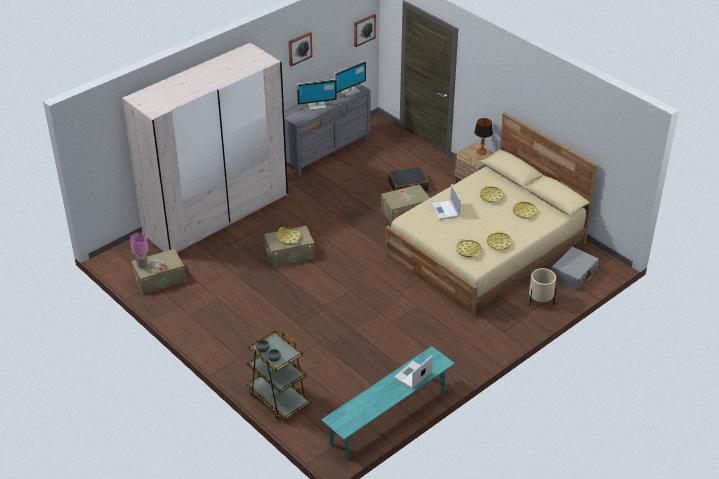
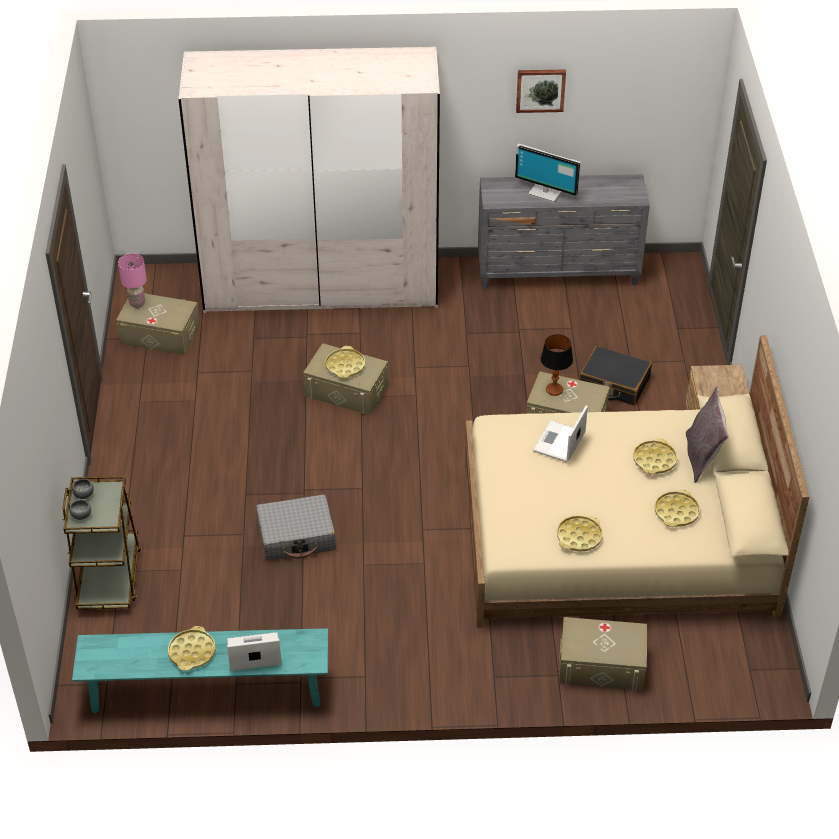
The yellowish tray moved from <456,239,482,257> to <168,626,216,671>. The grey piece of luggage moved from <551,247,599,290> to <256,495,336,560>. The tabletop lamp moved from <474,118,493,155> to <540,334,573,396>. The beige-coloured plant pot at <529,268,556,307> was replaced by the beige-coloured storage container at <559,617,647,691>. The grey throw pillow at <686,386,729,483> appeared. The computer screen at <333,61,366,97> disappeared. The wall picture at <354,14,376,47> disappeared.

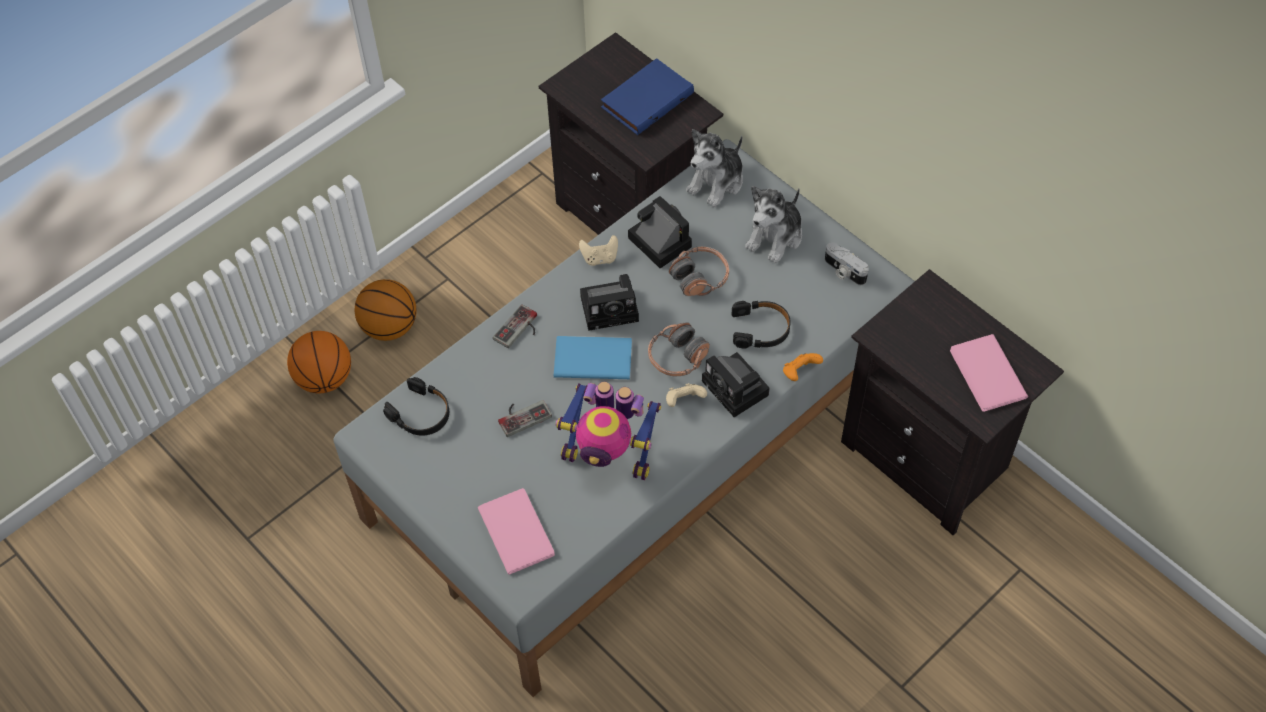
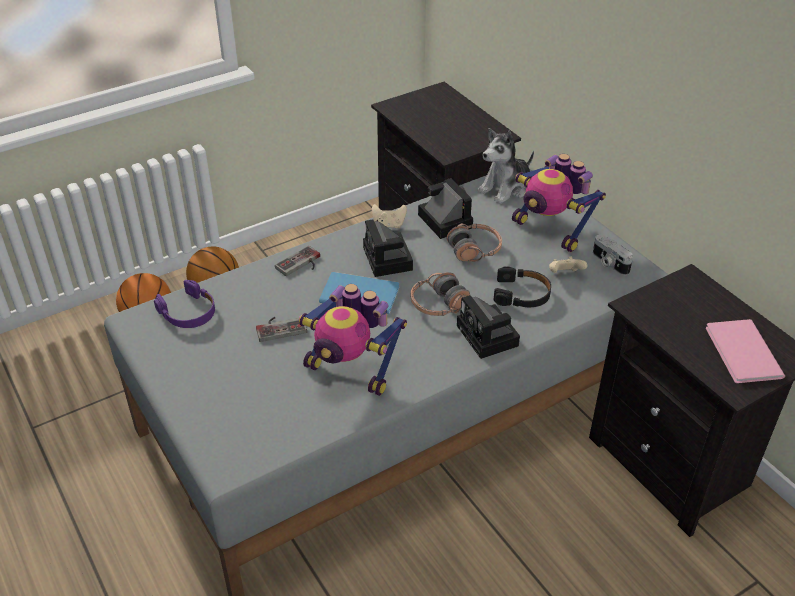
The black-coloured headset at <383,377,449,436> became the purple headset at <154,280,215,328>. The still camera at <580,274,639,331> turned 75 degrees clockwise. The cuddly toy at <745,186,802,263> was replaced by the toy robot at <512,154,606,252>. The beige-coloured joypad moved from <666,383,707,407> to <549,257,587,273>. The pink-coloured bound book at <478,488,555,574> disappeared. The bluish bound book at <601,58,694,135> disappeared. The orangey joypad at <783,353,823,381> disappeared.

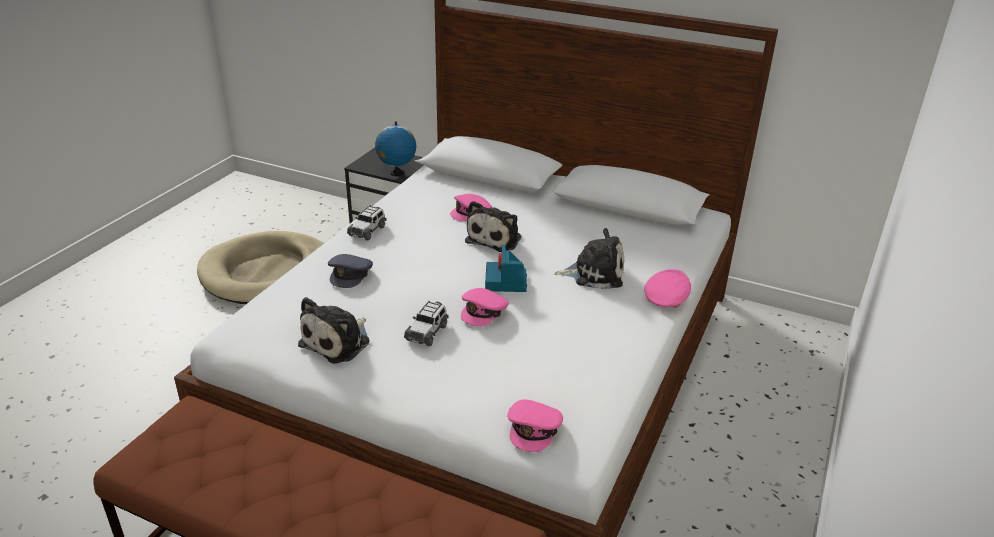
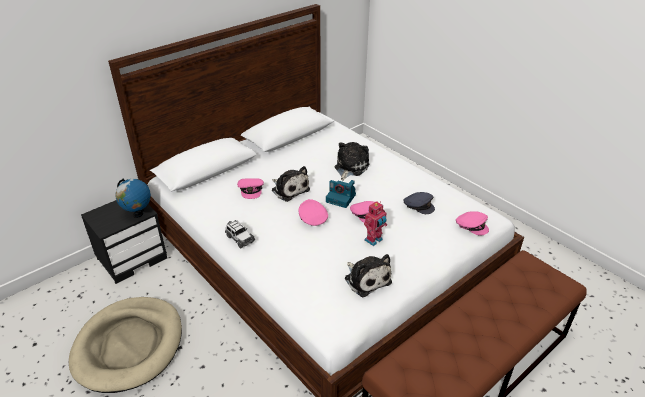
The pink-coloured baseball cap moved from <644,269,691,308> to <299,199,328,226>. The model car at <404,301,448,346> was replaced by the toy robot at <364,201,387,246>. The grey baseball cap moved from <328,254,373,288> to <403,192,435,214>.

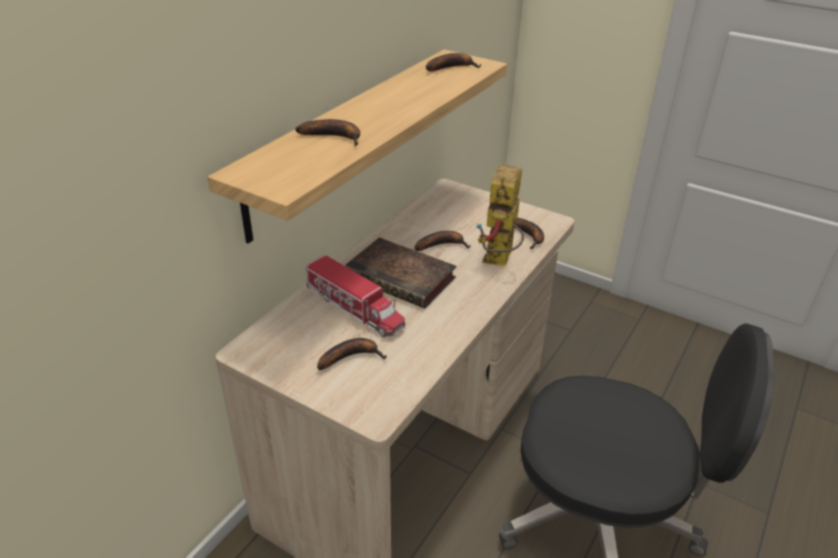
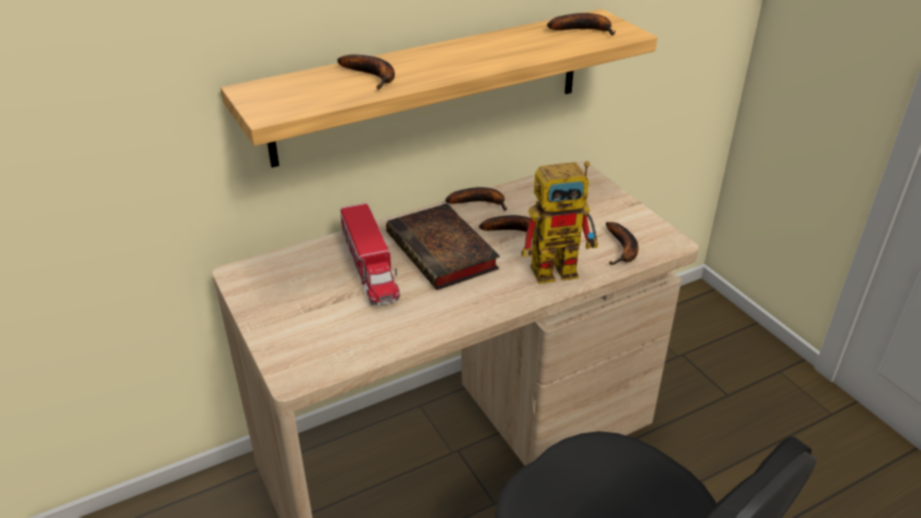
The whole banana moved from <317,338,387,370> to <445,187,507,211>. The toy robot at <477,164,524,267> turned 150 degrees counterclockwise.

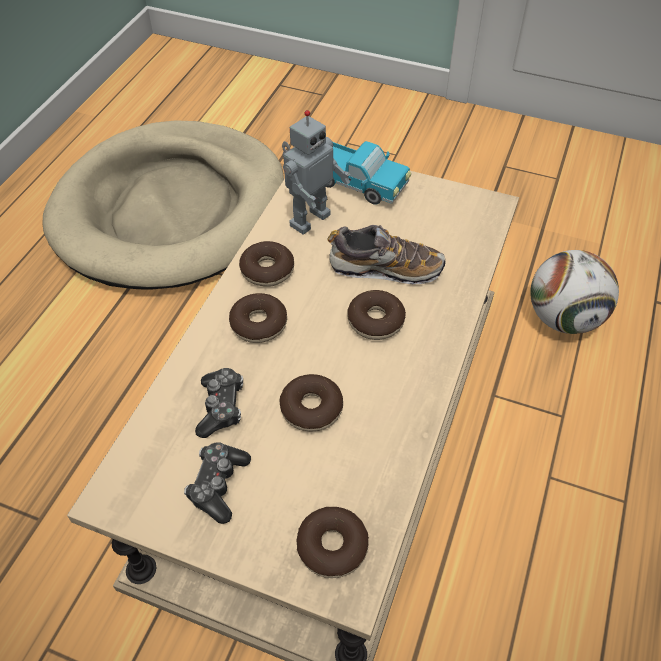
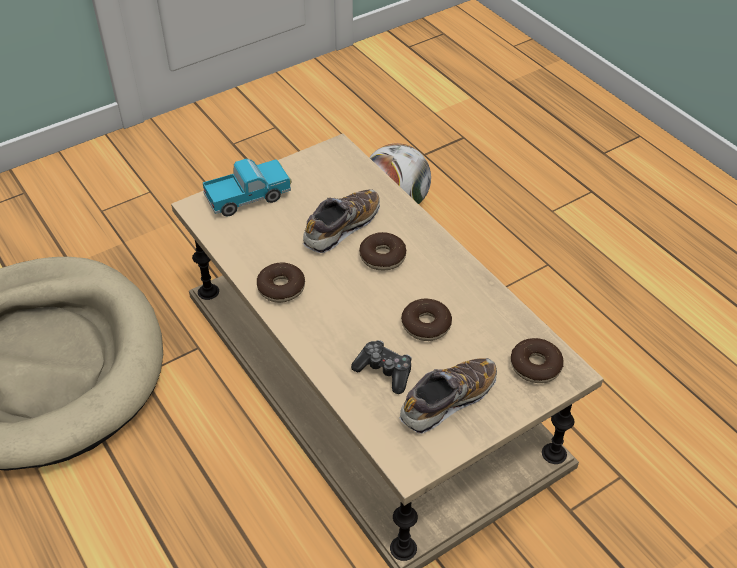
The joypad at <184,442,251,524> was replaced by the low shoe at <399,358,497,434>. The ring doughnut at <229,293,287,343> disappeared. The toy robot at <282,110,350,235> disappeared.

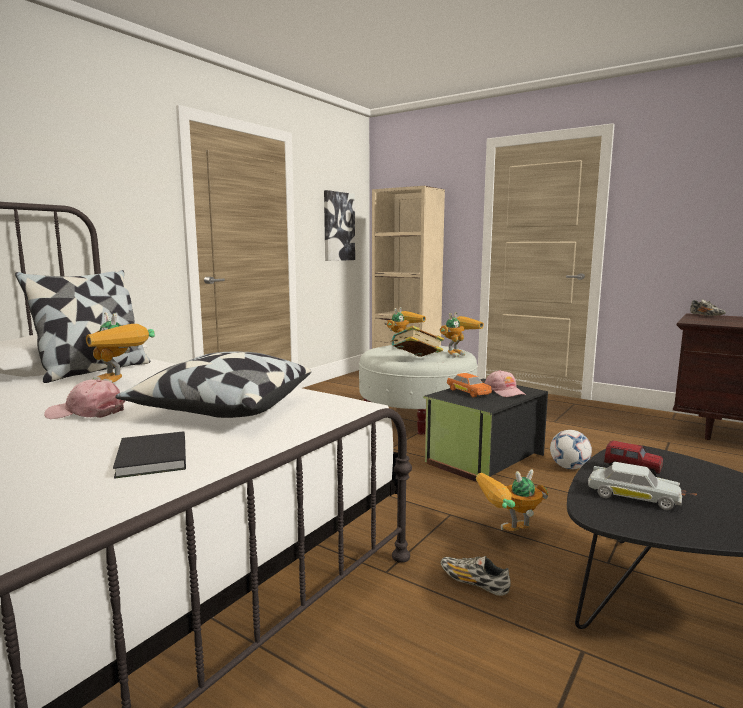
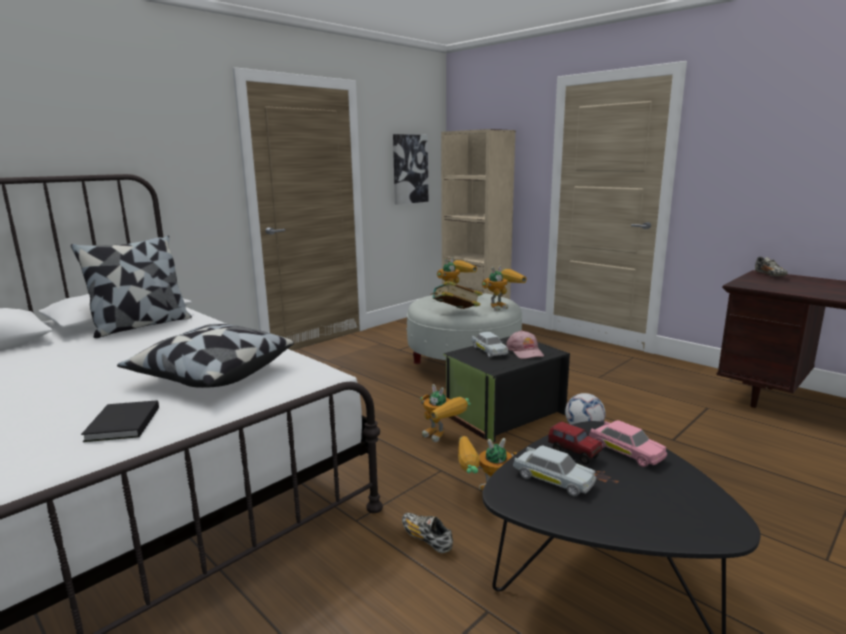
The toy robot moved from <86,312,155,383> to <420,384,471,442>. The orangey model car at <447,373,492,397> became the white model car at <471,332,508,358>. The pink-coloured model car at <589,420,667,467> appeared. The pink-coloured baseball cap at <44,379,125,419> disappeared.

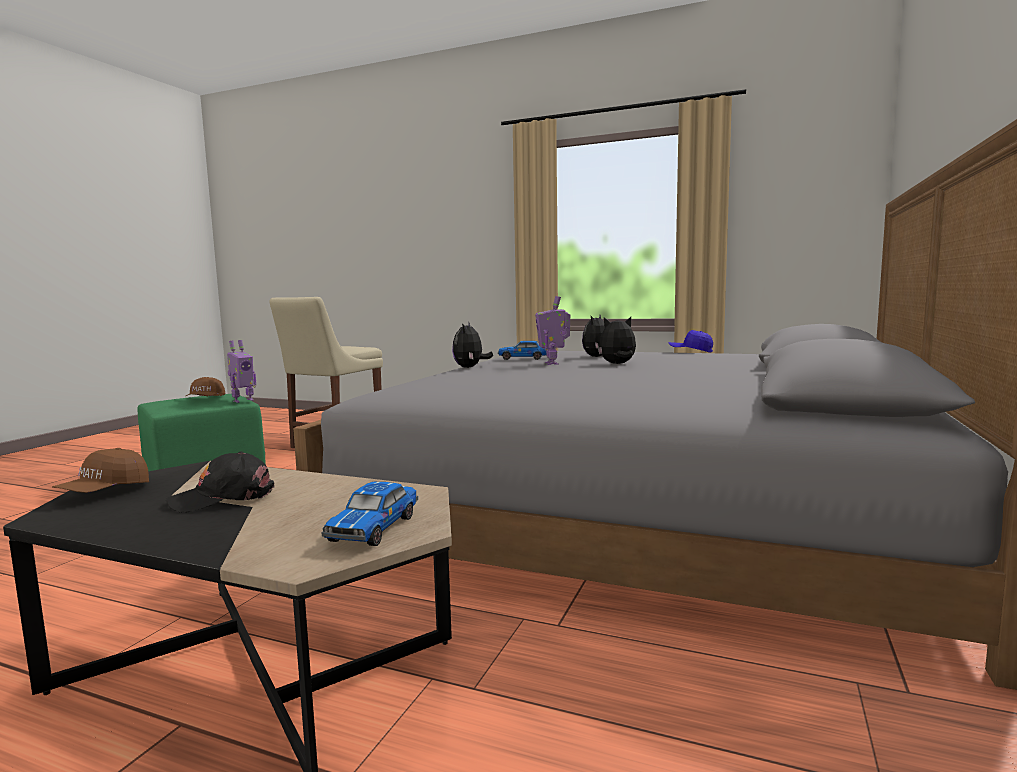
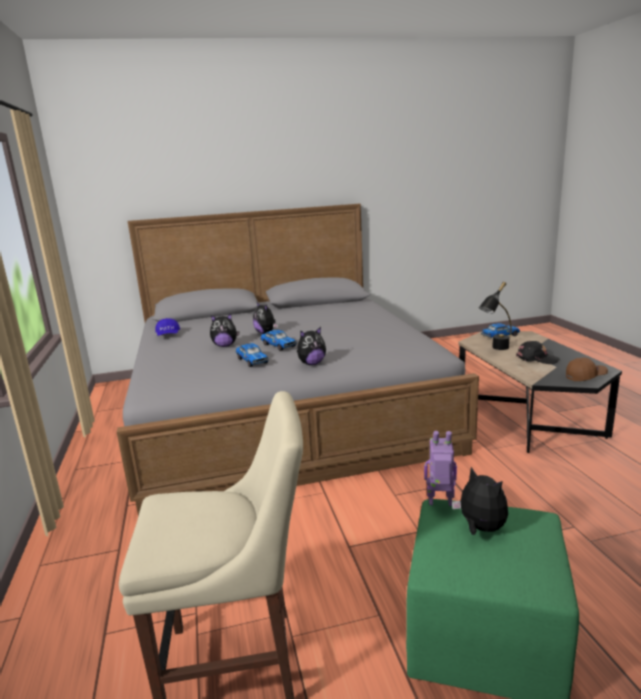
The toy robot at <535,296,570,365> was replaced by the model car at <260,330,297,351>. The brown baseball cap at <185,377,226,397> was replaced by the cuddly toy at <452,467,508,535>. The black-coloured tabletop lamp at <479,282,512,350> appeared.

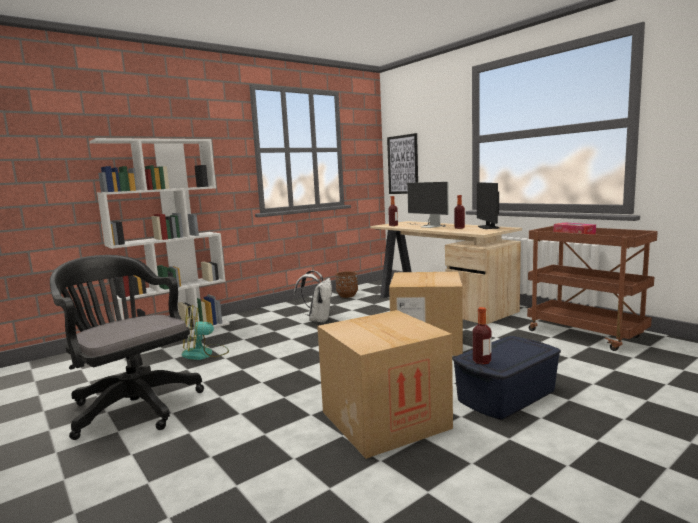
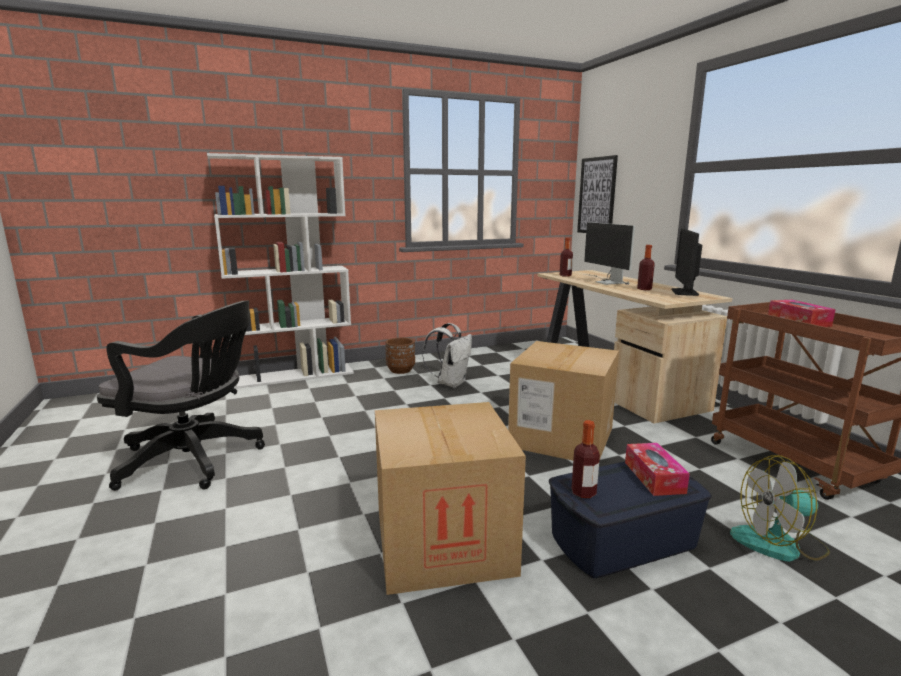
The black-coloured desk chair at <50,255,204,440> turned 135 degrees clockwise. The brown plant pot moved from <335,271,358,298> to <385,337,415,374>. The box of tissues at <625,443,690,496> appeared. The cooling fan moved from <182,305,229,360> to <730,455,830,562>.

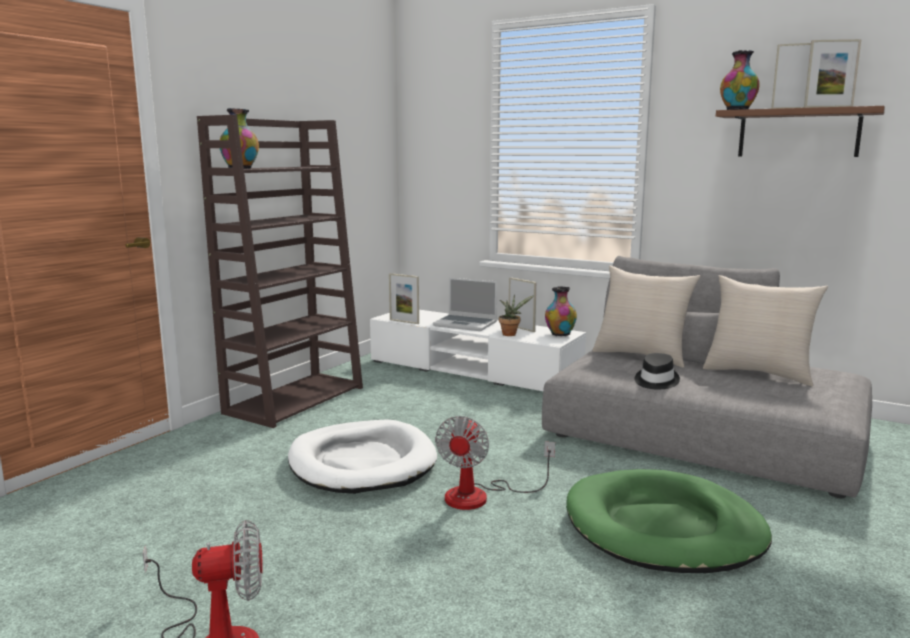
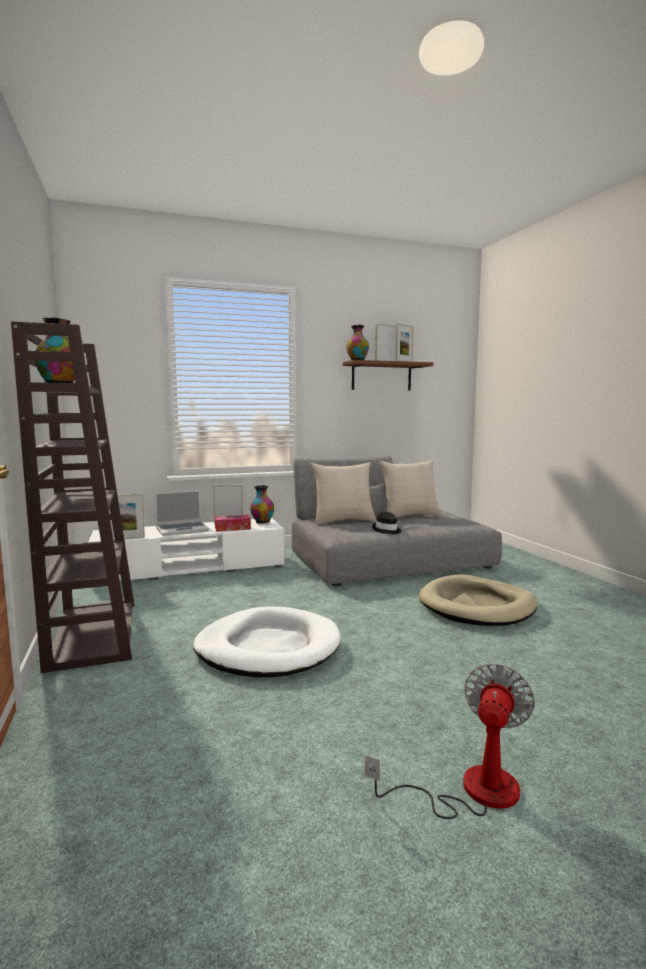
The potted plant at <499,294,535,336> was replaced by the box of tissues at <215,515,251,532>. The green-coloured pet bed at <566,469,772,573> became the beige-coloured pet bed at <419,574,537,626>. The cooling fan at <435,416,555,510> disappeared.

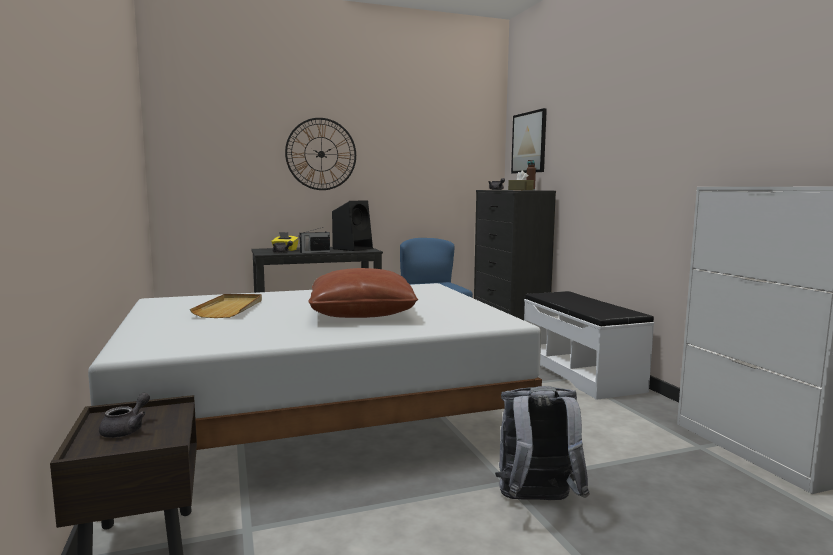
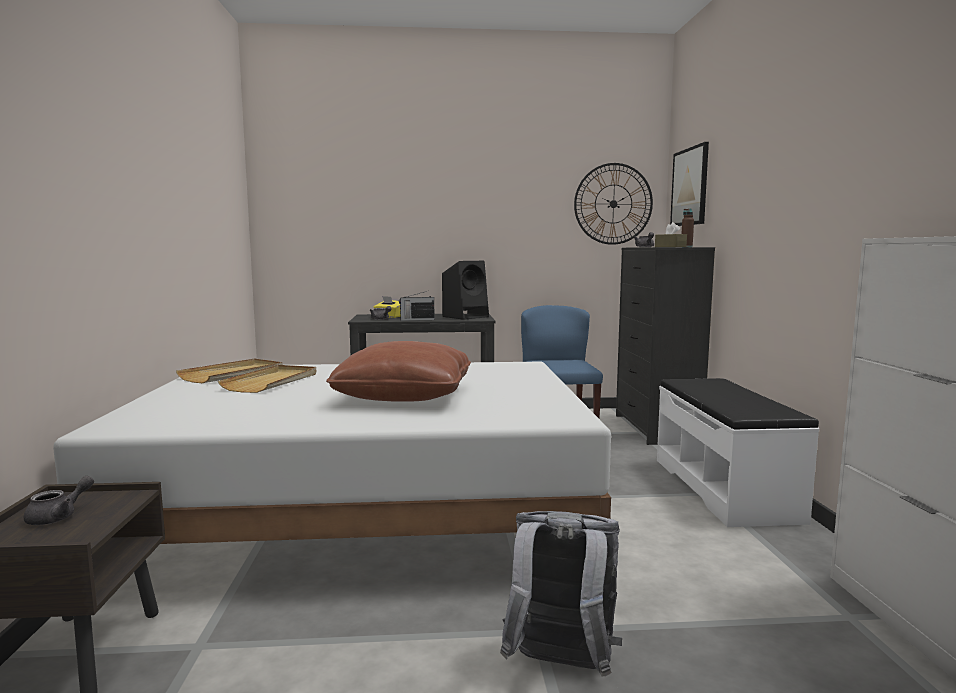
The beige-coloured tray at <176,358,282,383> appeared. The hanging clock moved from <285,118,356,190> to <574,163,653,245>.

